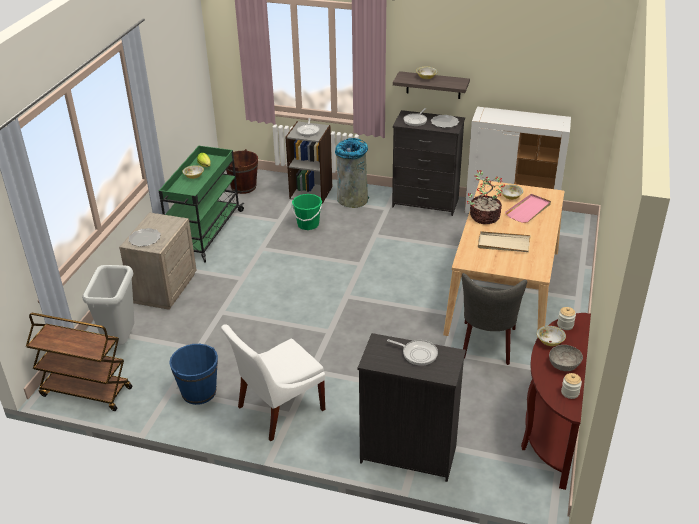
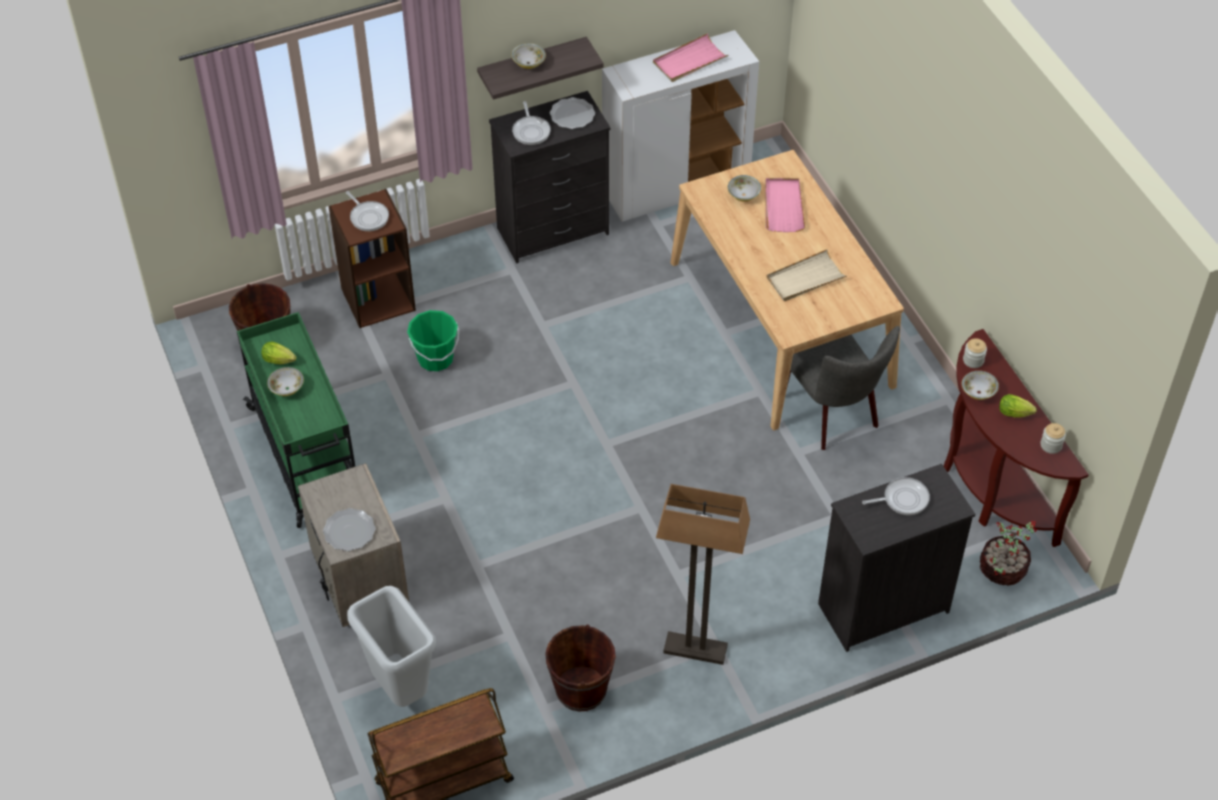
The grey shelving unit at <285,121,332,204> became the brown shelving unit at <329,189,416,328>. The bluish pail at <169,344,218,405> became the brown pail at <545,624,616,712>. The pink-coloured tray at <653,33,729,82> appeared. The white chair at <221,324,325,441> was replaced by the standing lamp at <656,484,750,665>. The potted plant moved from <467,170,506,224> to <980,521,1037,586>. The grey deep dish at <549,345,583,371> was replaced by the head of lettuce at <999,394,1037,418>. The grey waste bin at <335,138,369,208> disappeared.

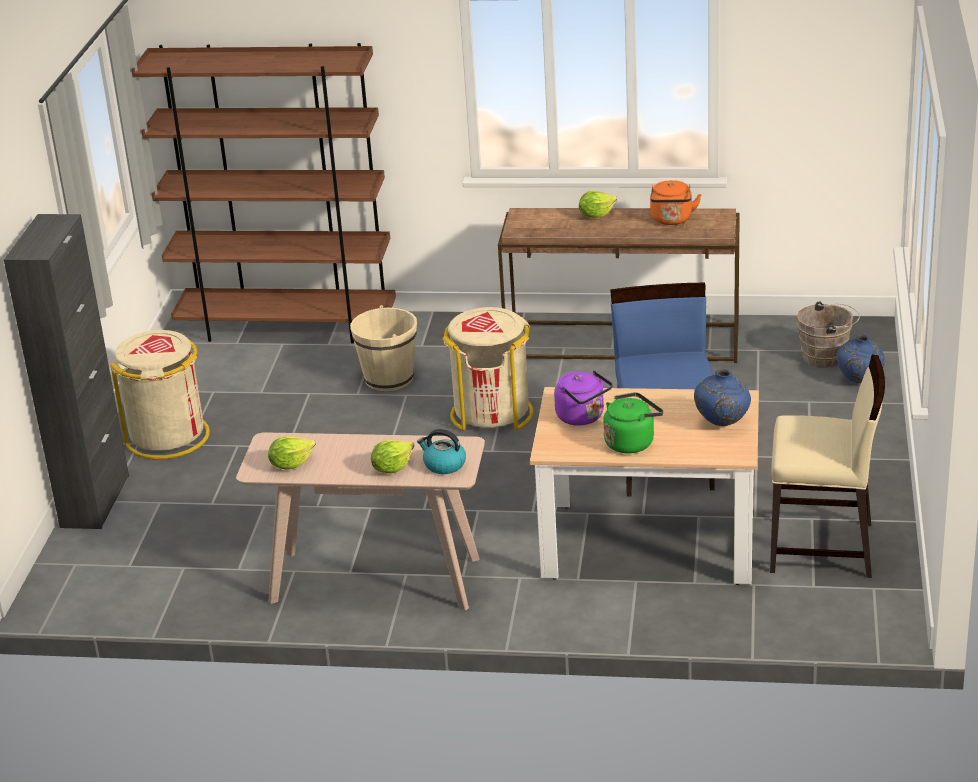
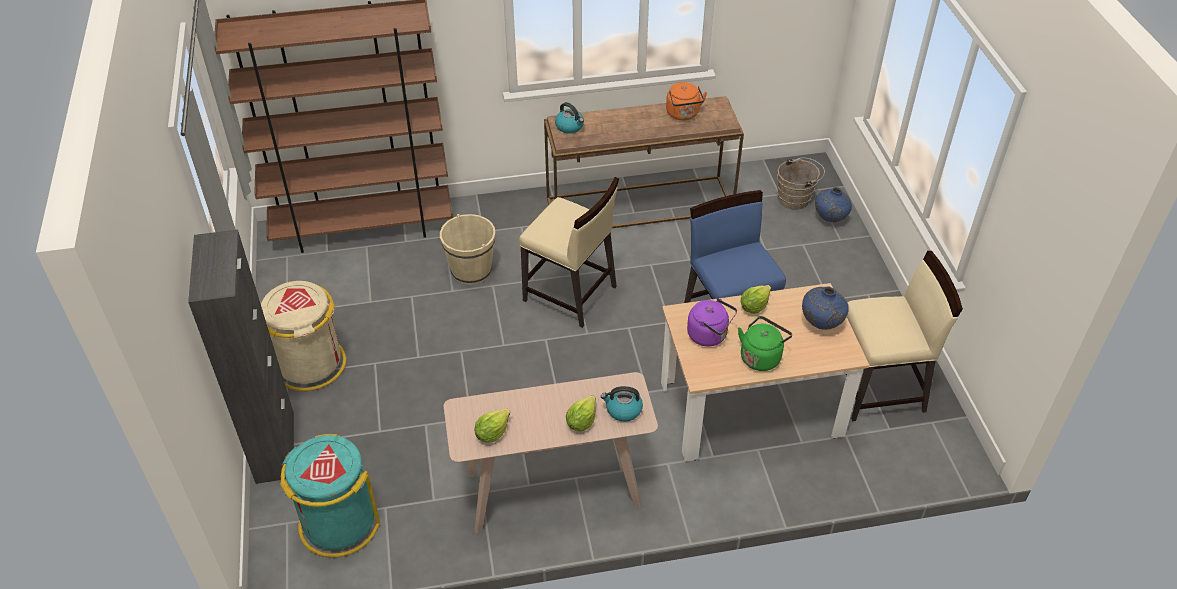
The blue-green waste bin at <280,434,380,557> appeared. The beige-coloured waste bin at <443,307,534,431> was replaced by the beige-coloured chair at <519,177,619,328>. The kettle at <555,102,584,134> appeared. The head of lettuce moved from <579,191,617,218> to <741,285,771,314>.

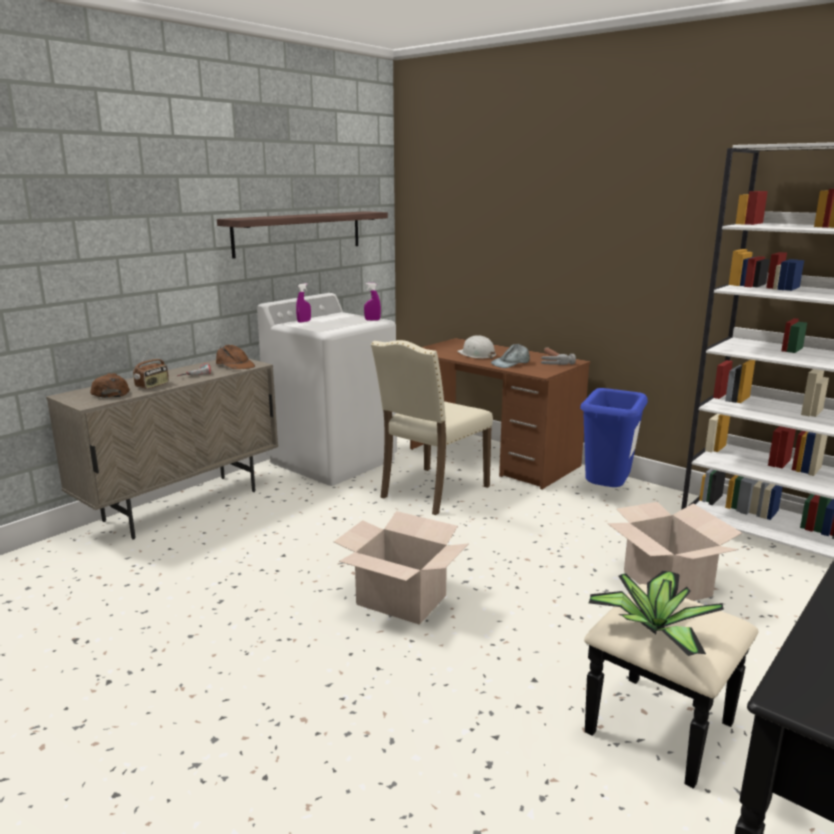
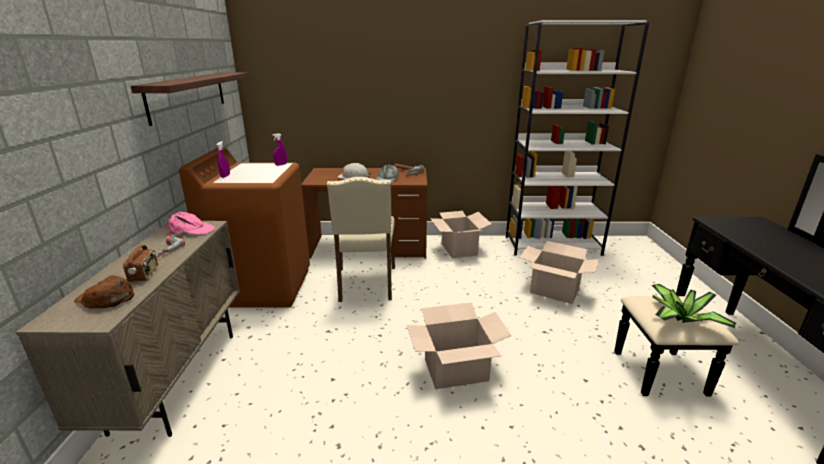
The brown baseball cap at <216,345,255,369> became the pink-coloured baseball cap at <168,212,215,235>. The white laundry appliance at <257,293,397,486> became the brown laundry appliance at <179,147,310,308>. The bluish waste bin at <580,388,648,487> was replaced by the packing box at <430,211,491,258>.

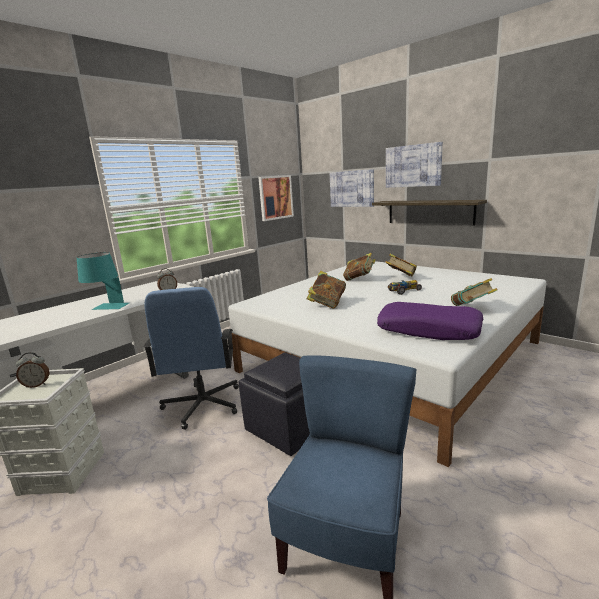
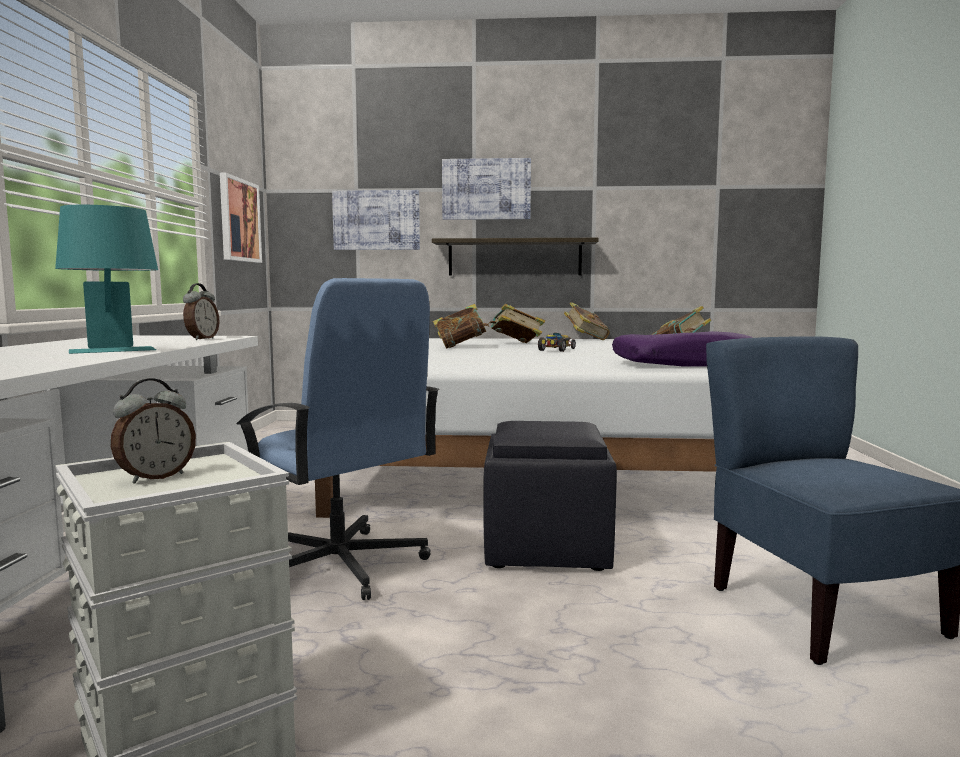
The bound book moved from <306,271,346,309> to <564,302,610,340>.

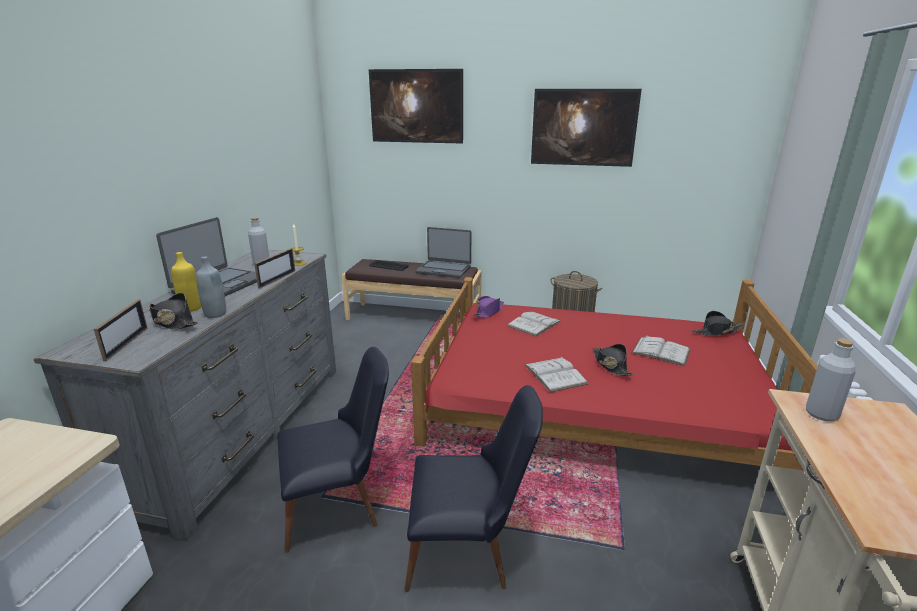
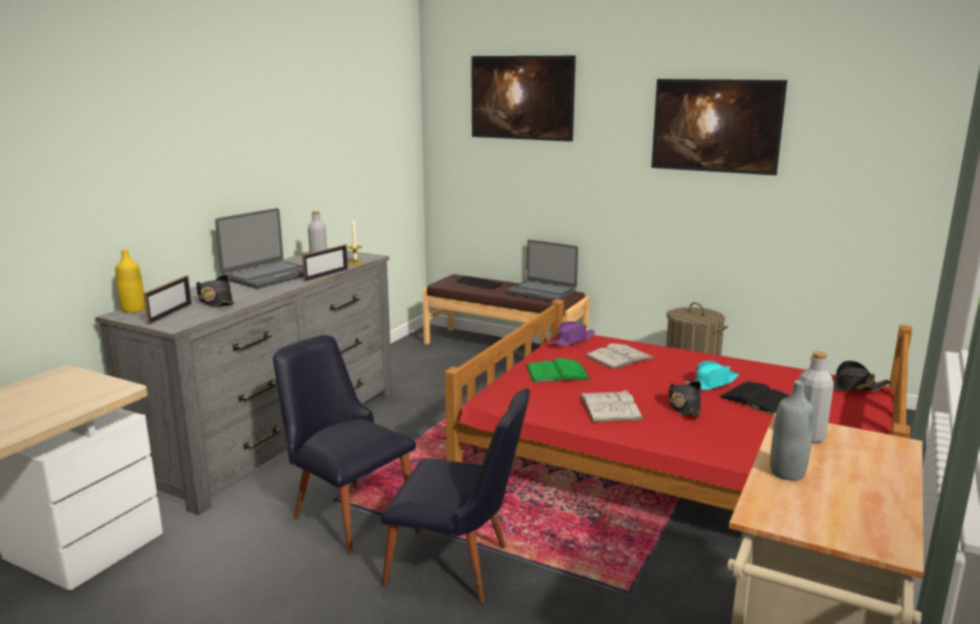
The yellowish beverage bottle moved from <171,252,201,312> to <115,249,145,313>. The black-coloured chair at <277,347,389,553> turned 135 degrees counterclockwise. The green-coloured bound book at <526,358,591,383> appeared. The blue-green clothing hat at <686,361,739,390> appeared. The white bound book at <631,335,691,366> became the black-coloured bound book at <719,380,789,415>. The grey beverage bottle moved from <196,256,226,318> to <770,380,814,481>.

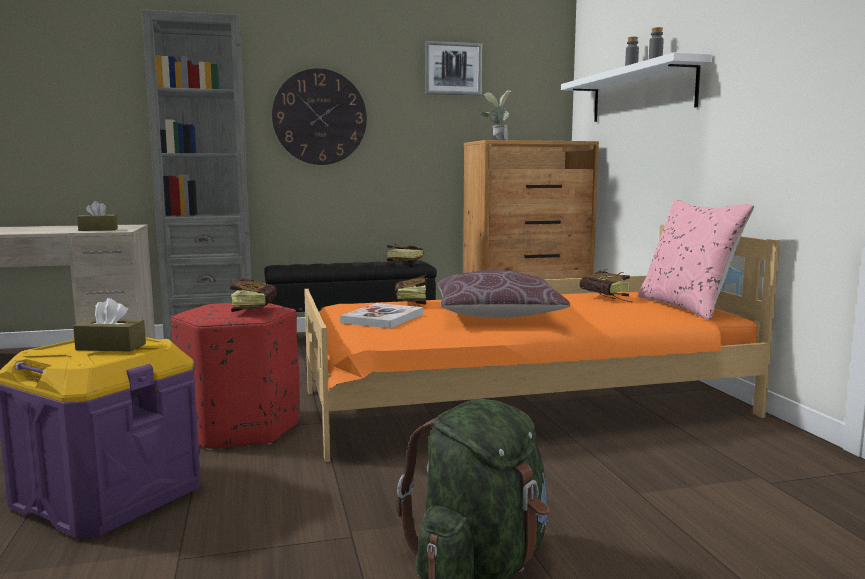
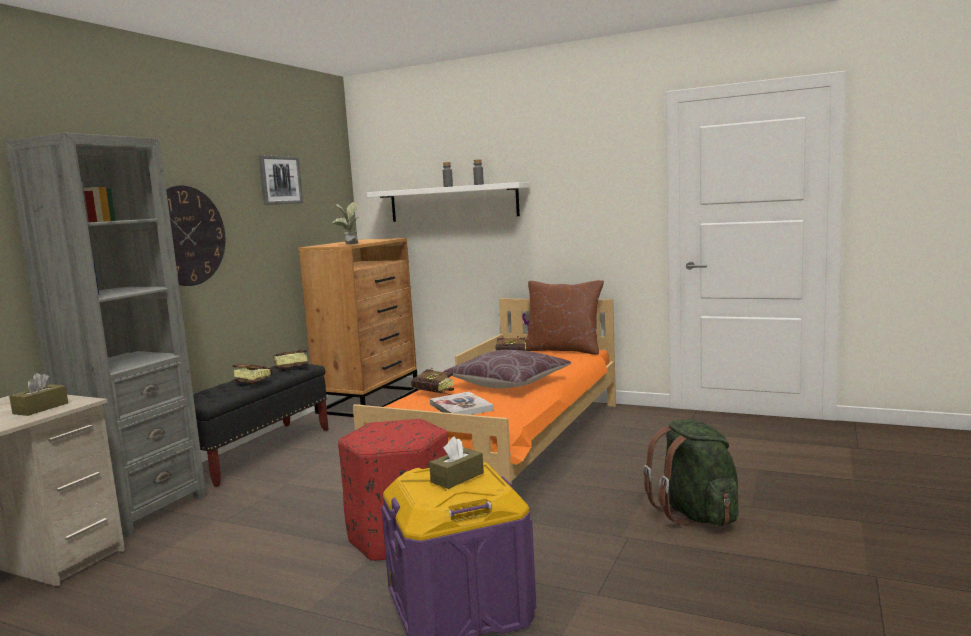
The bound book moved from <230,278,277,312> to <233,364,272,385>. The pink-coloured throw pillow at <638,200,754,320> became the brown throw pillow at <525,280,604,355>.

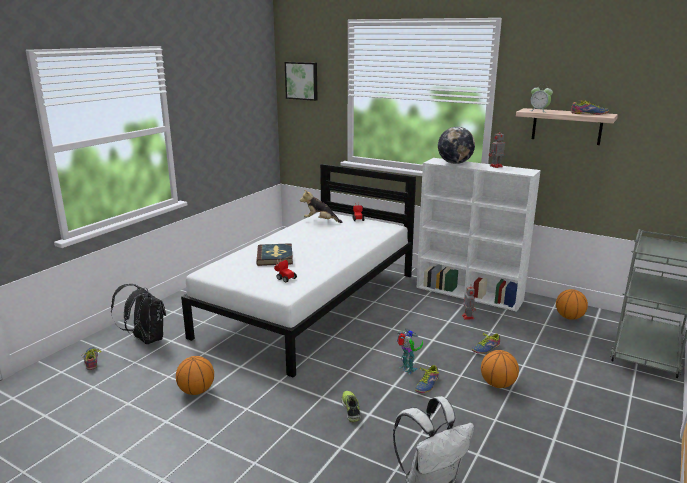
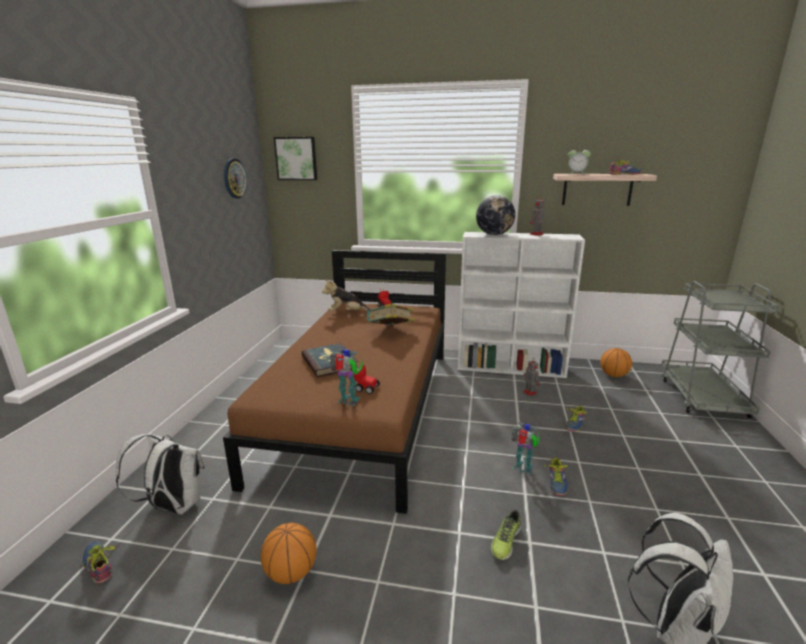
The black-coloured rucksack at <111,284,166,344> became the white rucksack at <116,434,205,515>. The white bedroom bed at <181,164,416,378> became the brown bedroom bed at <223,250,446,514>. The hanging clock at <224,158,247,199> appeared. The toy robot at <329,348,363,406> appeared. The bound book at <367,303,415,326> appeared. The low shoe at <342,391,360,422> turned 120 degrees counterclockwise. The basketball ball at <481,350,519,388> disappeared.

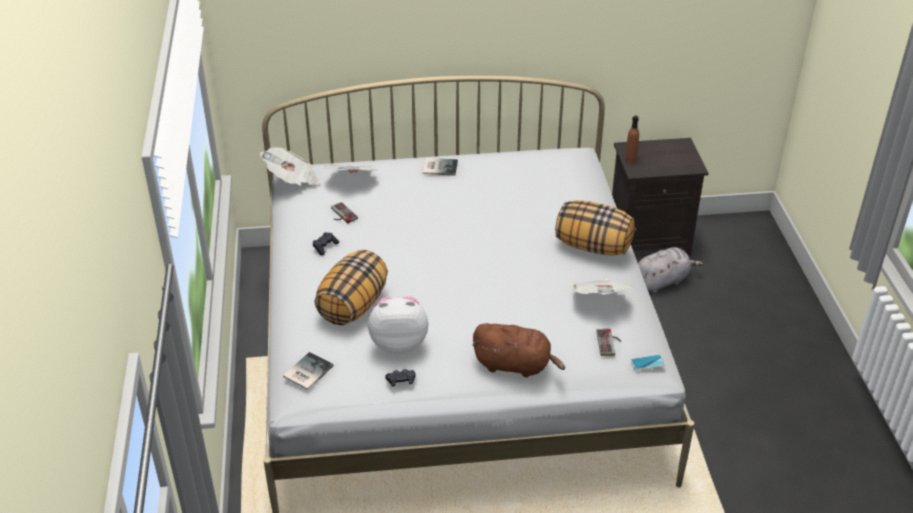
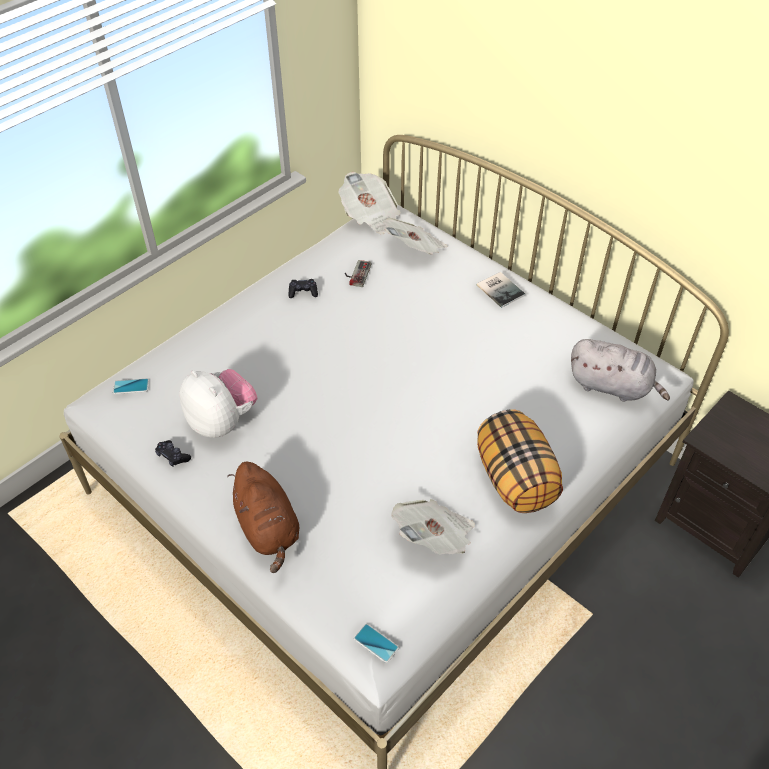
The bound book at <283,352,334,390> was replaced by the telephone at <113,378,149,394>. The grey cuddly toy moved from <638,247,703,293> to <571,339,670,402>. The throw pillow at <314,250,388,325> disappeared. The joypad at <596,329,621,356> disappeared. The brown beverage bottle at <625,116,639,163> disappeared.

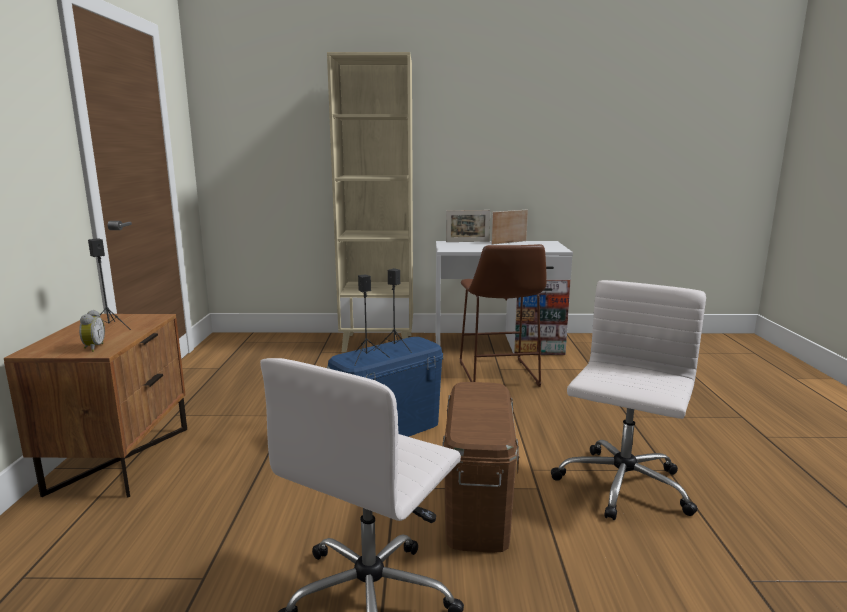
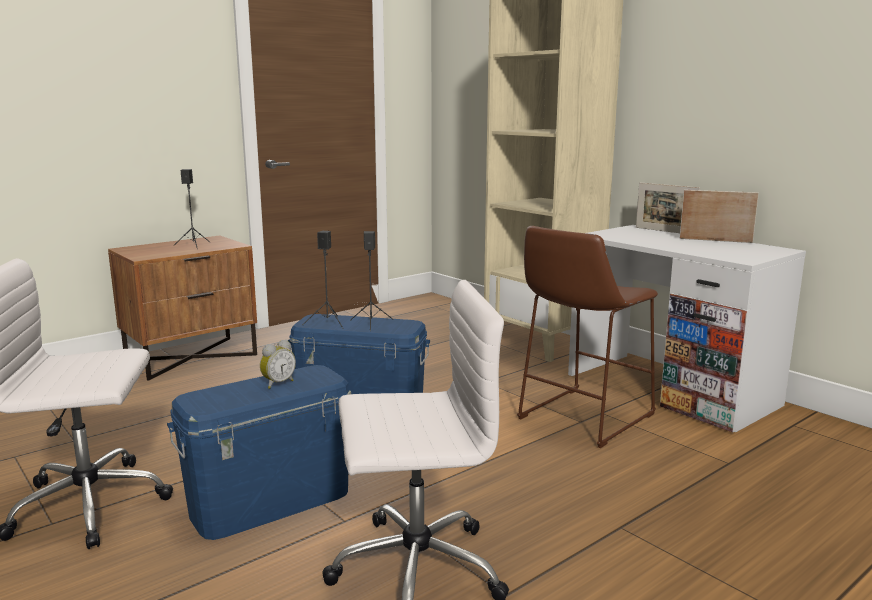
The brown storage container at <443,382,519,553> became the bluish storage container at <167,365,351,540>. The bedside clock moved from <79,310,105,352> to <260,340,296,389>.

